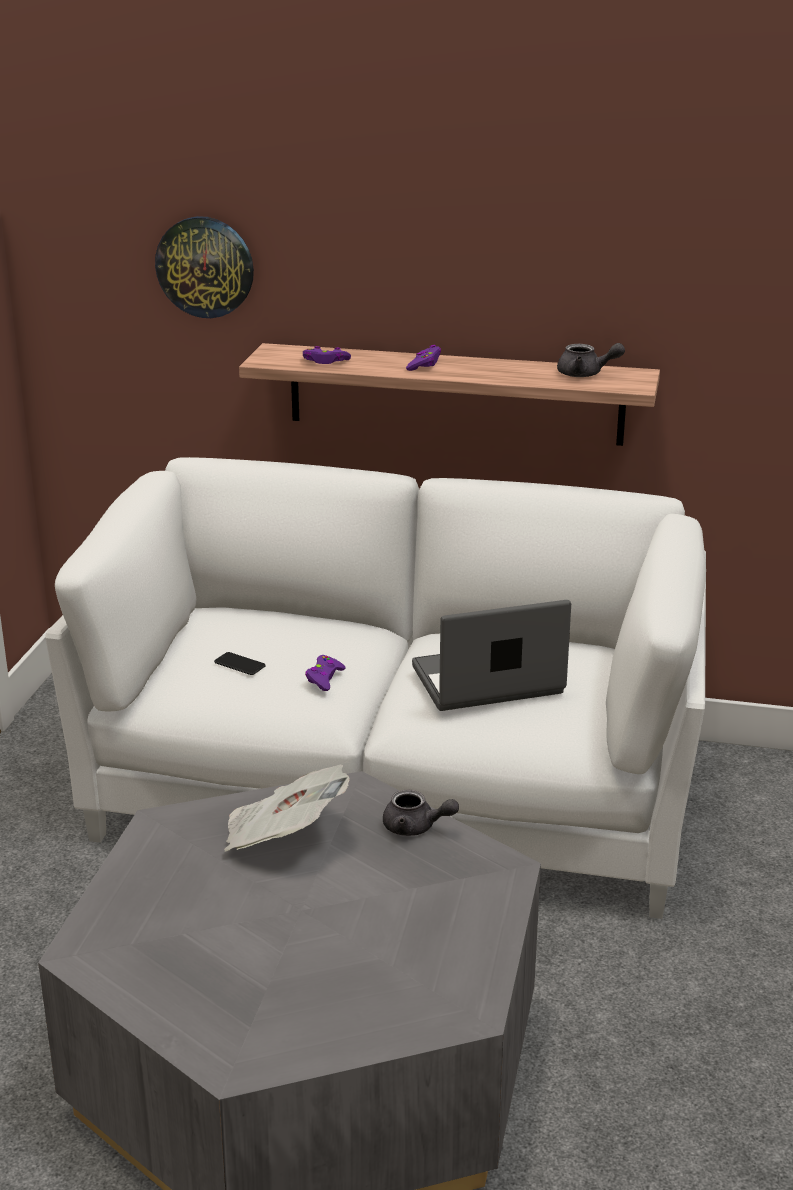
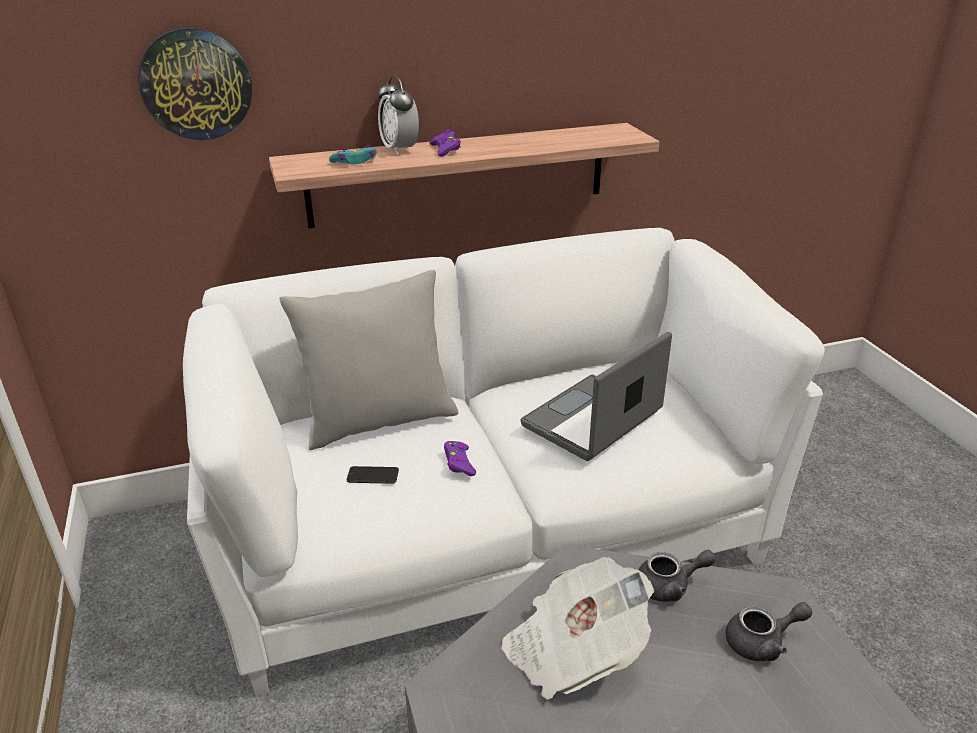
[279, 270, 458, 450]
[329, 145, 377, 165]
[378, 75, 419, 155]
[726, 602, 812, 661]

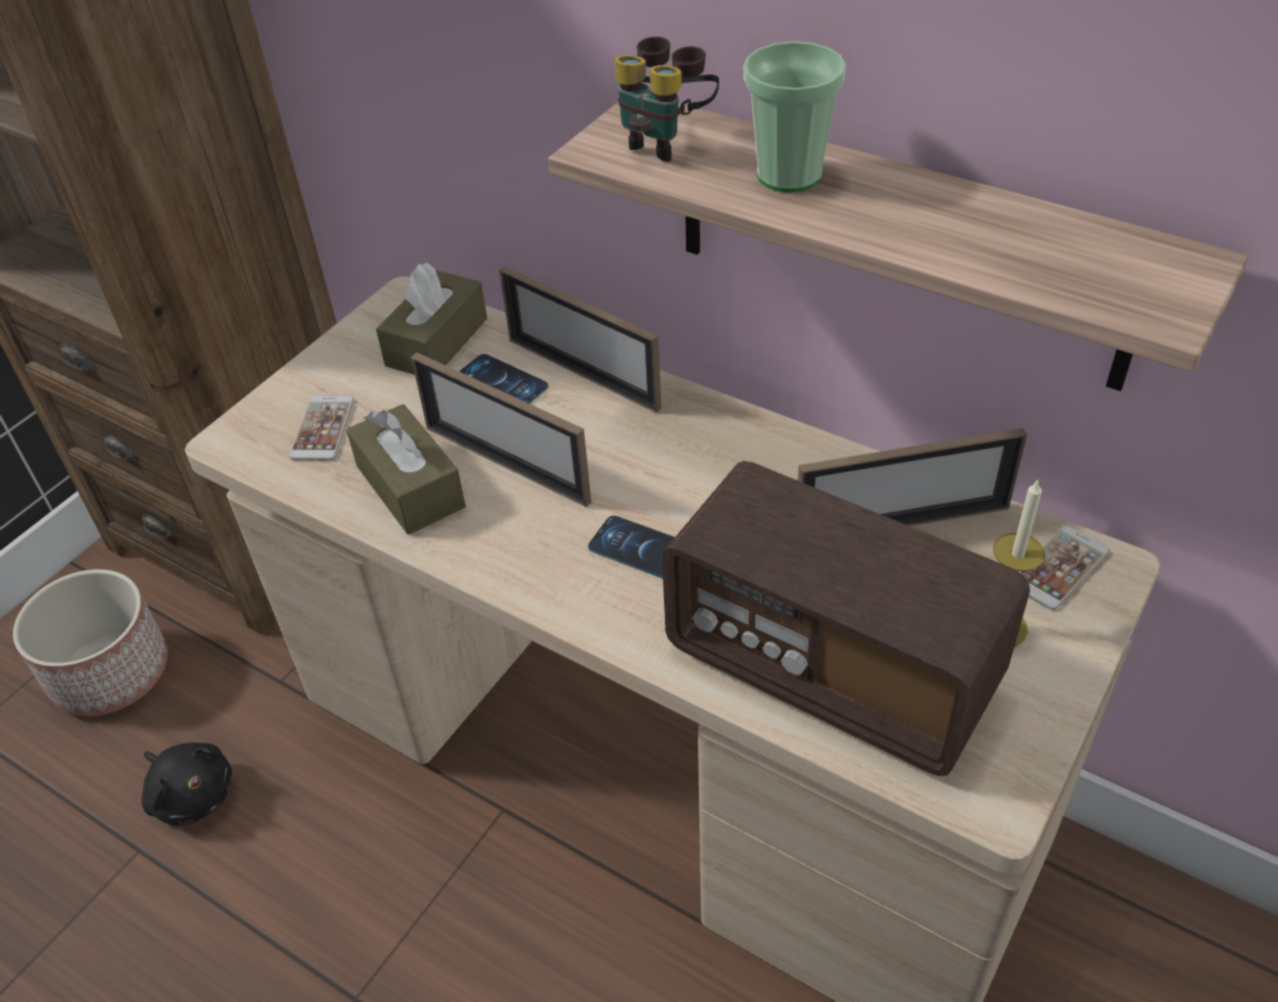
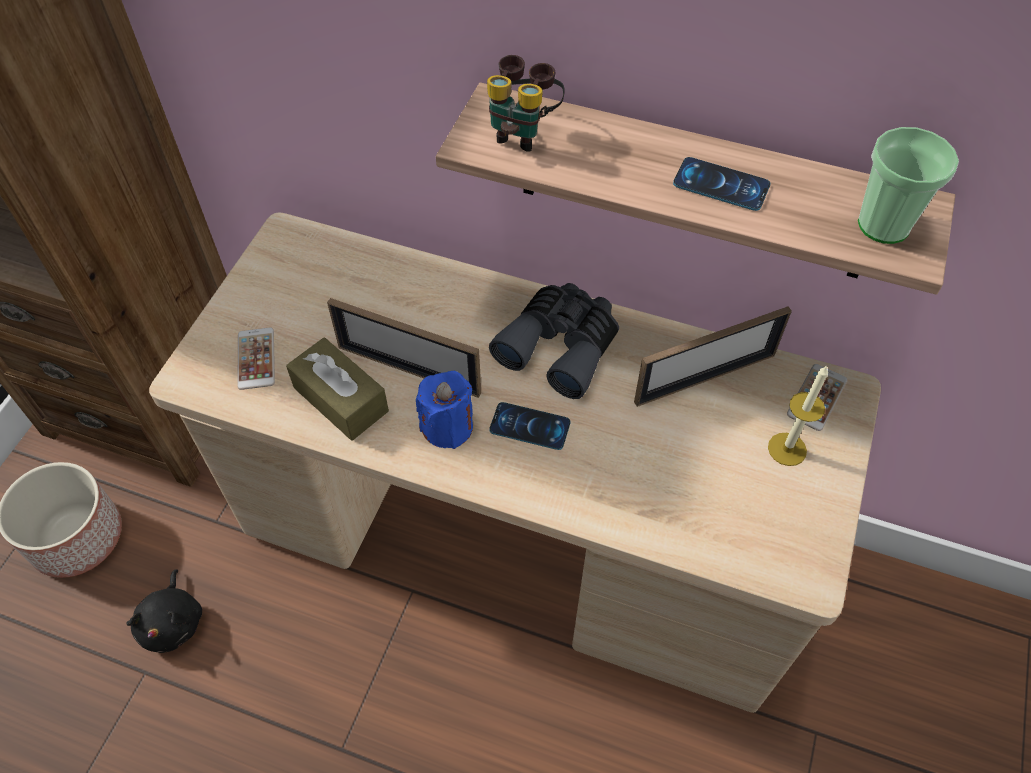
[126, 569, 202, 653]
[416, 371, 473, 449]
[489, 283, 619, 399]
[673, 157, 771, 211]
[858, 127, 959, 244]
[376, 263, 487, 375] (first image)
[499, 266, 661, 413] (first image)
[662, 461, 1030, 776] (first image)

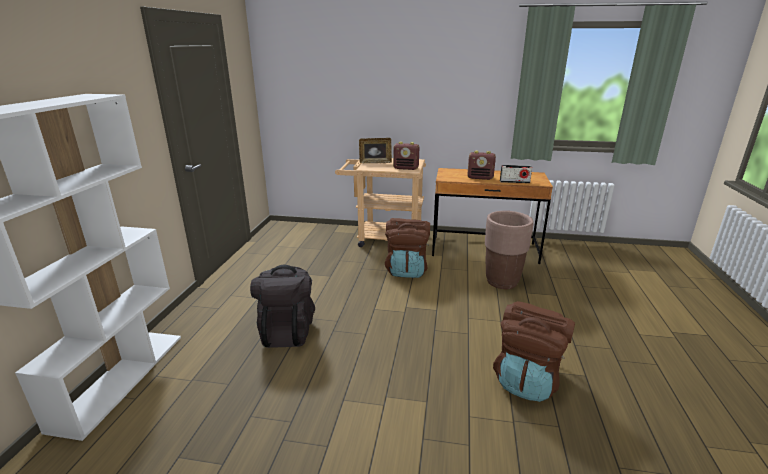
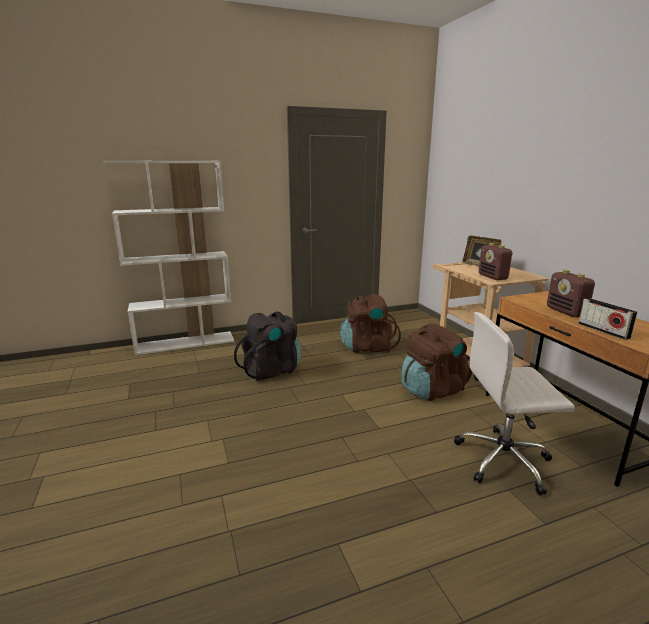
[340, 294, 401, 353]
[454, 312, 575, 496]

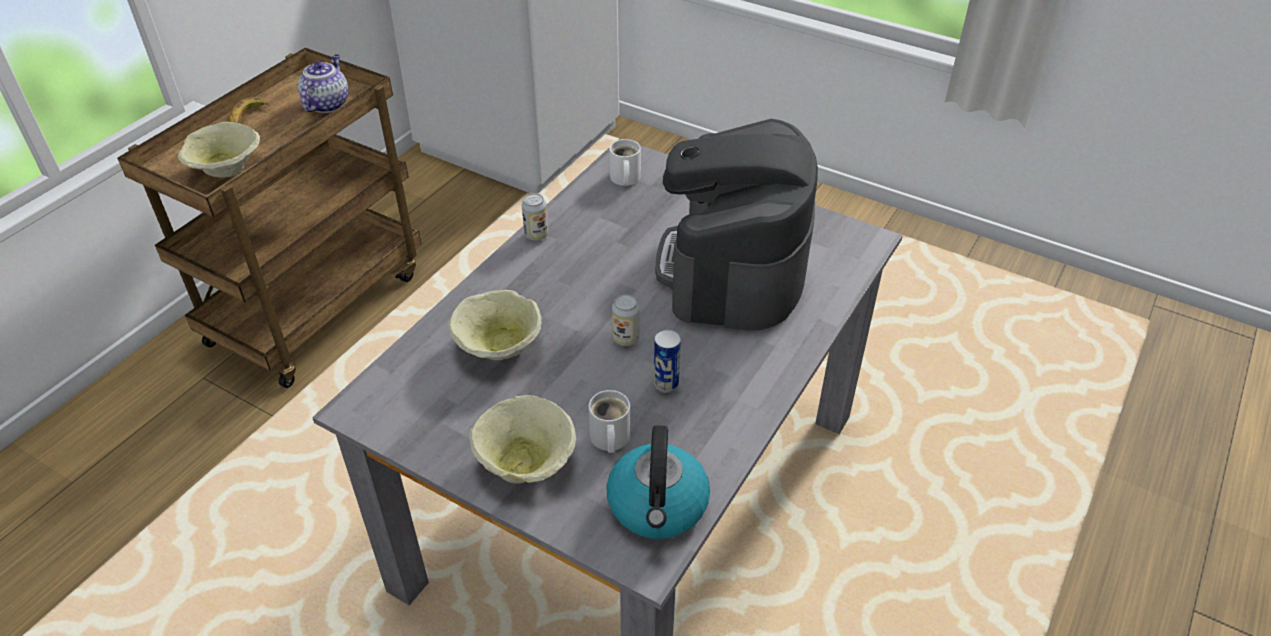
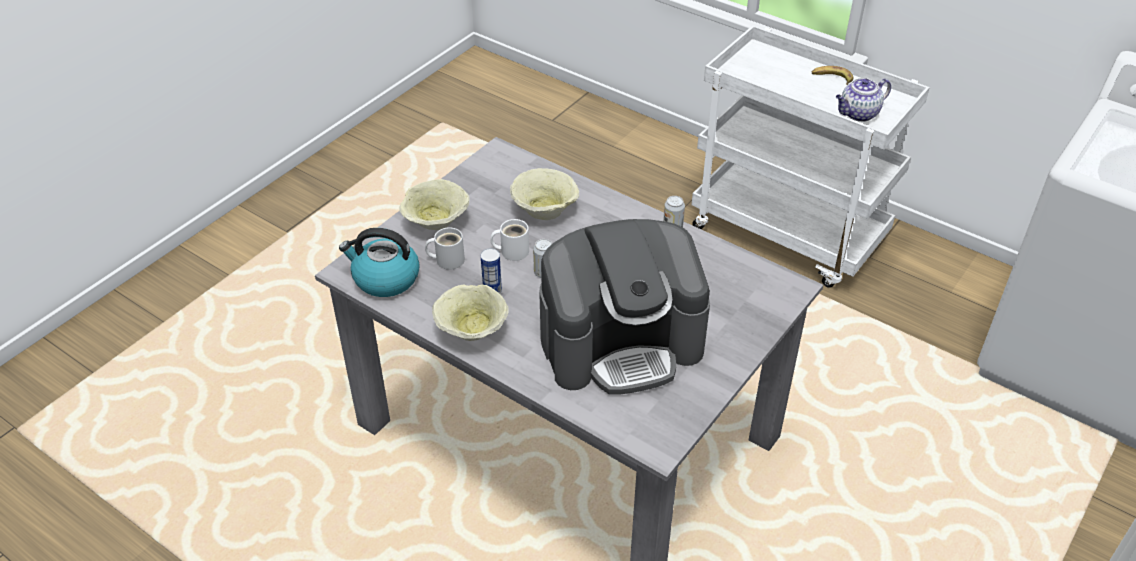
[432, 284, 509, 341]
[491, 219, 529, 261]
[539, 219, 710, 394]
[691, 25, 930, 288]
[836, 78, 891, 122]

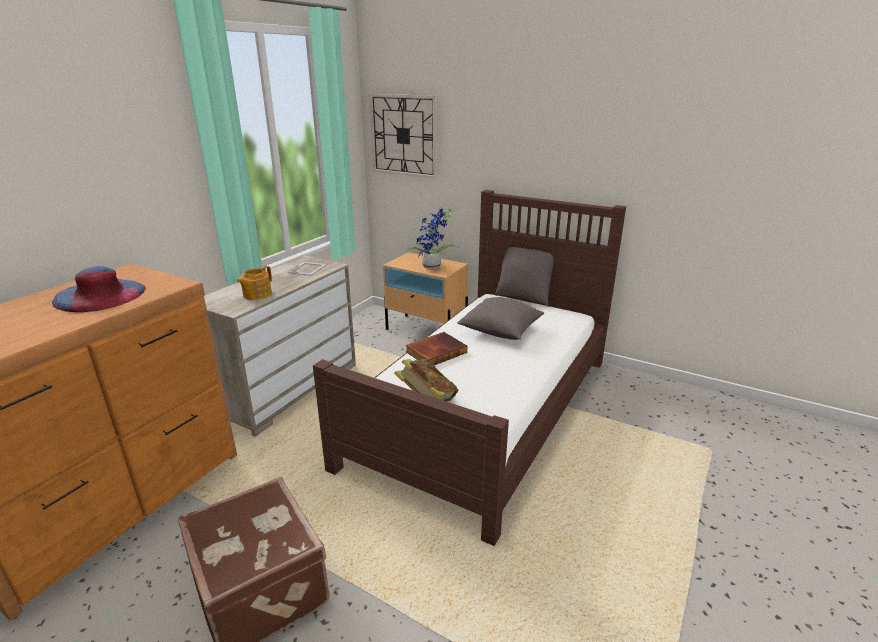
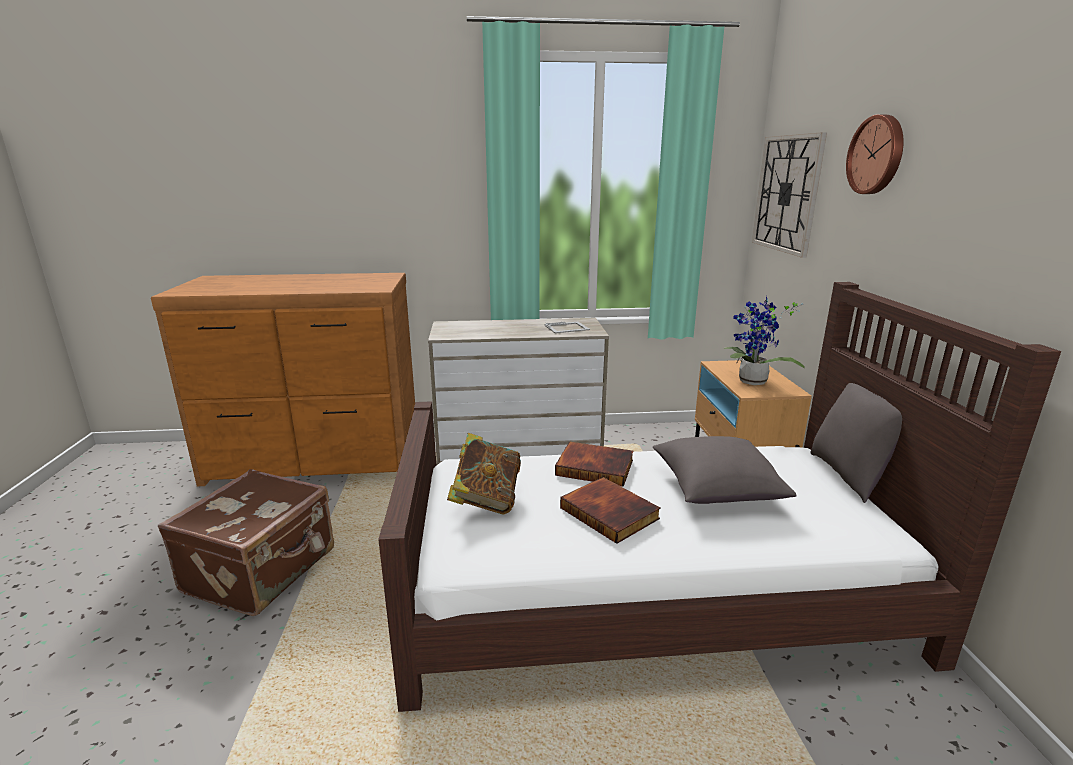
[560, 477, 661, 544]
[846, 115, 904, 194]
[52, 266, 146, 312] (first image)
[237, 266, 272, 300] (first image)

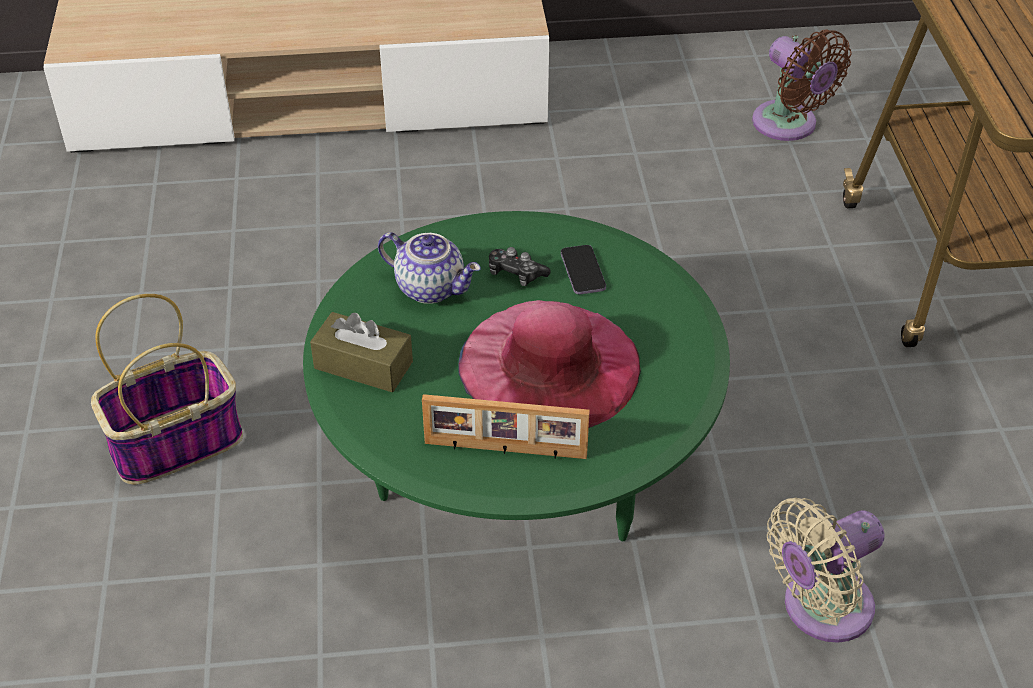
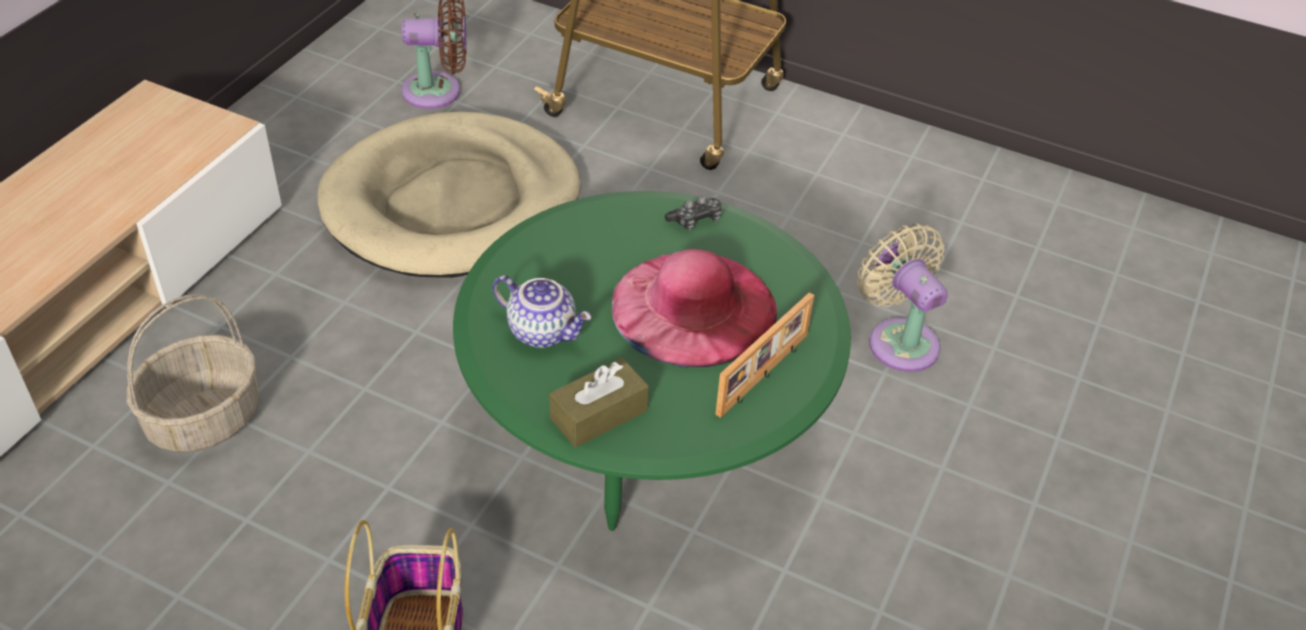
[127, 294, 259, 452]
[318, 112, 580, 278]
[492, 275, 591, 348]
[665, 196, 721, 231]
[857, 223, 947, 372]
[561, 245, 606, 294] (first image)

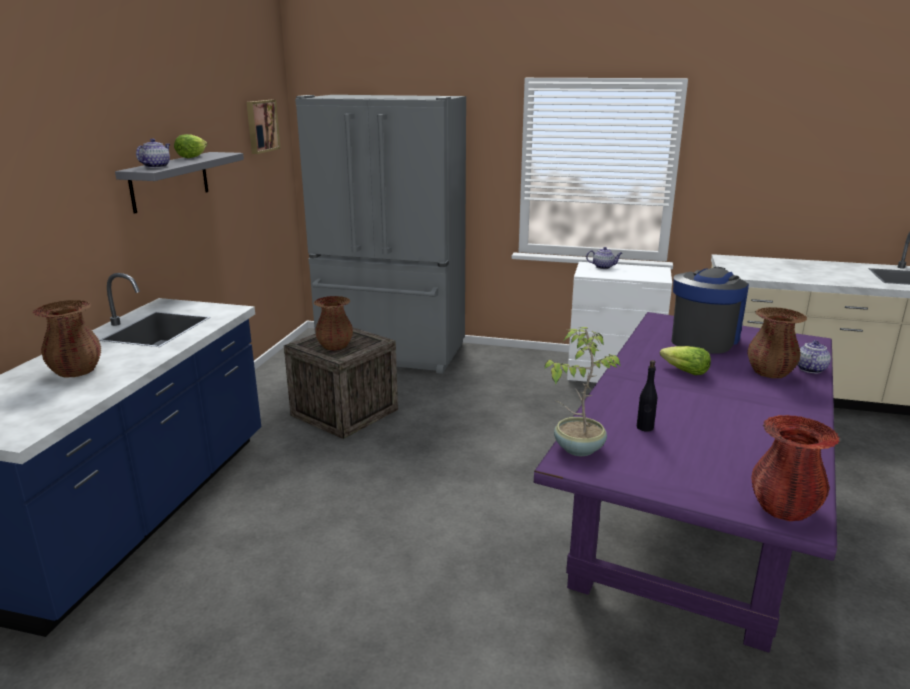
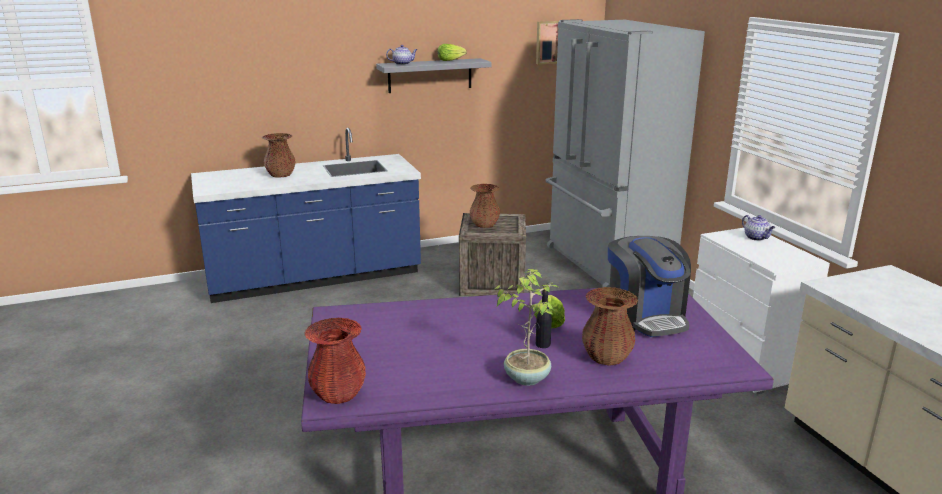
[494, 269, 558, 386]
[536, 286, 552, 348]
[608, 236, 691, 337]
[798, 340, 831, 373] (first image)

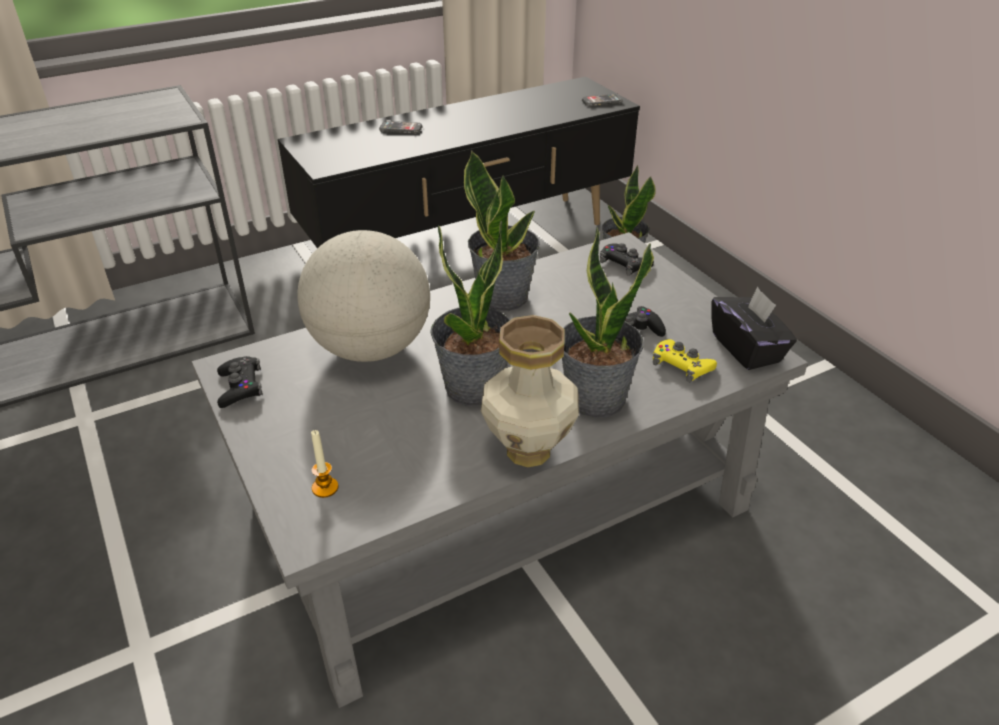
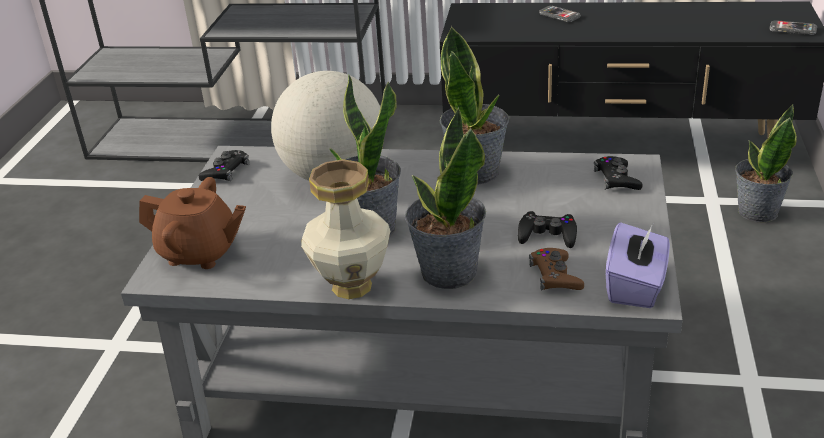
[139, 177, 246, 269]
[529, 248, 584, 291]
[606, 222, 670, 308]

